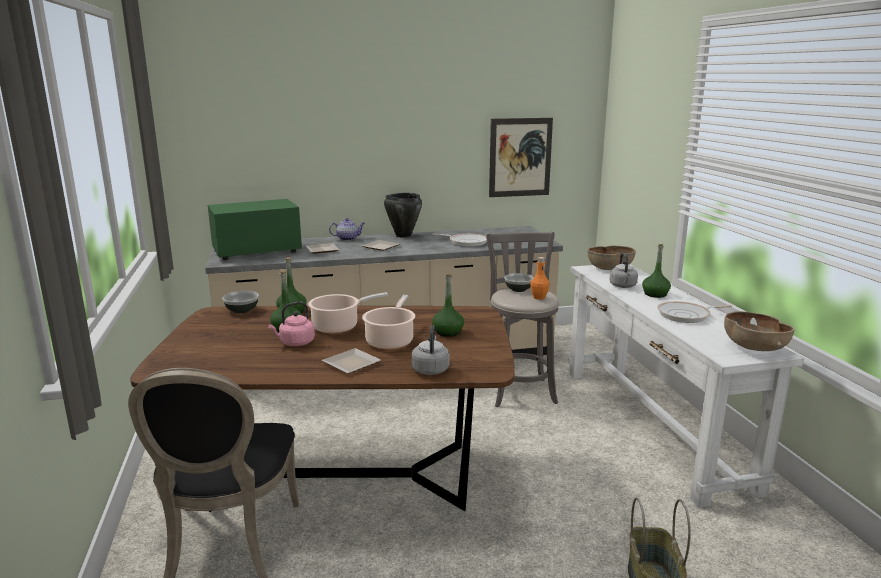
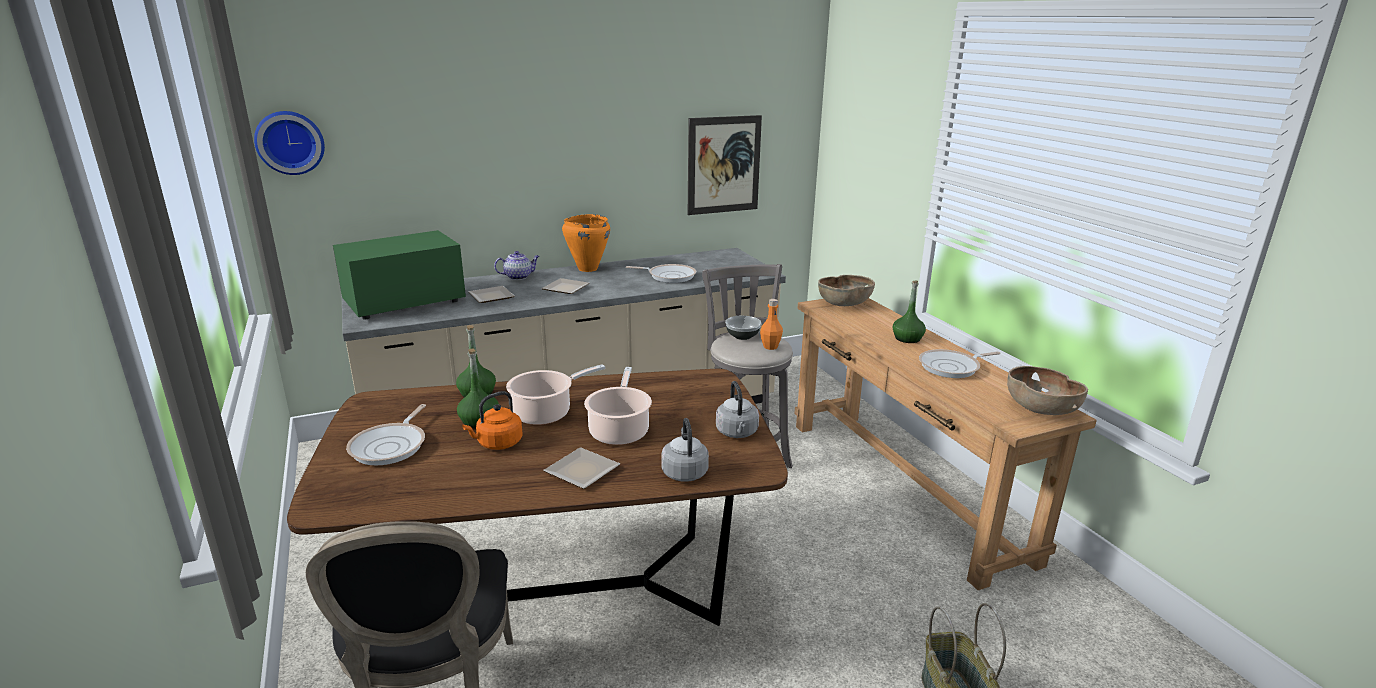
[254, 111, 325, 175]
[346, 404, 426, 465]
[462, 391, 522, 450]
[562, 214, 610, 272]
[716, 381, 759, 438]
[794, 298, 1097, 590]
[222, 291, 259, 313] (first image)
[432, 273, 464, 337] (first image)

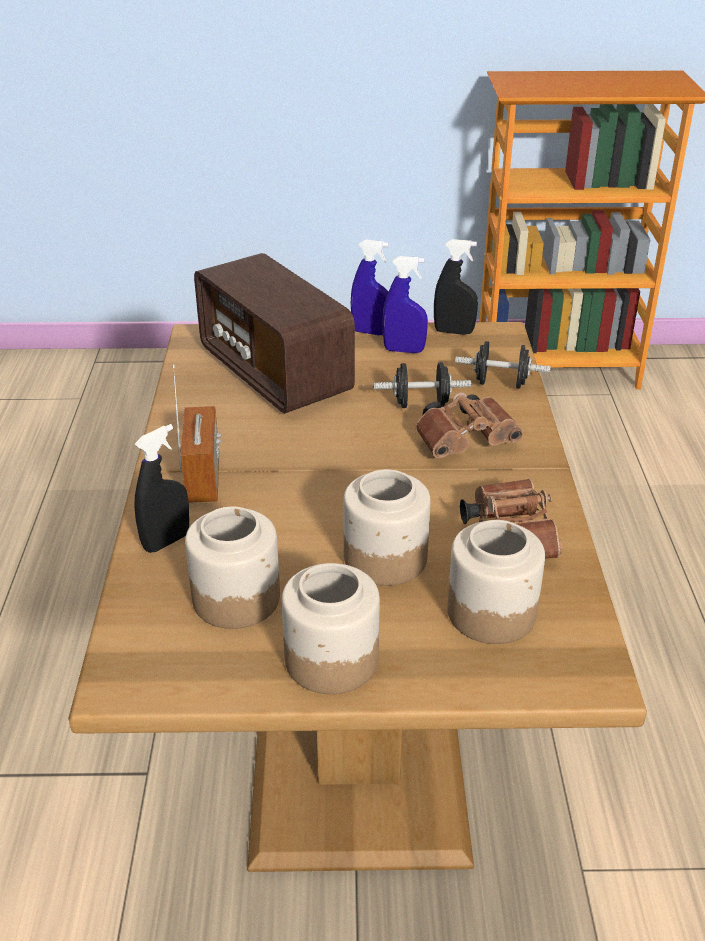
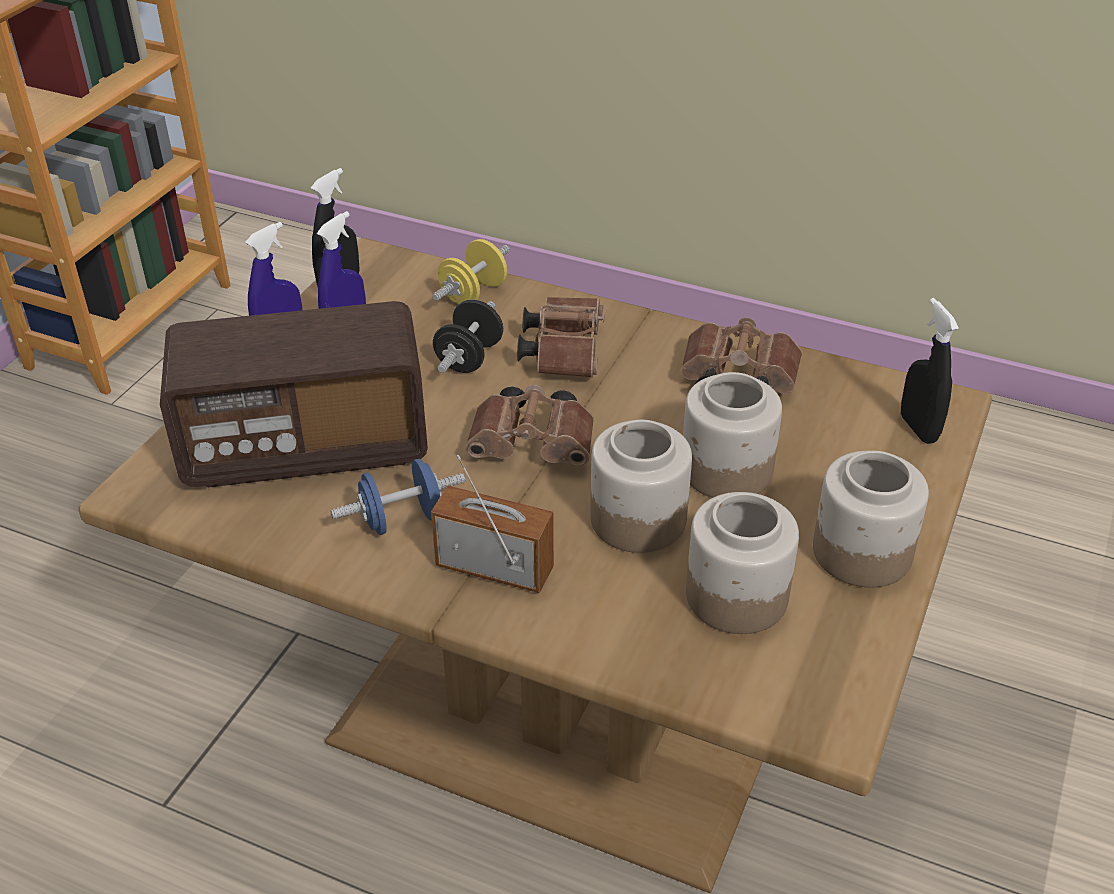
[331, 459, 465, 535]
[432, 239, 510, 304]
[465, 385, 594, 466]
[590, 420, 692, 553]
[901, 298, 959, 444]

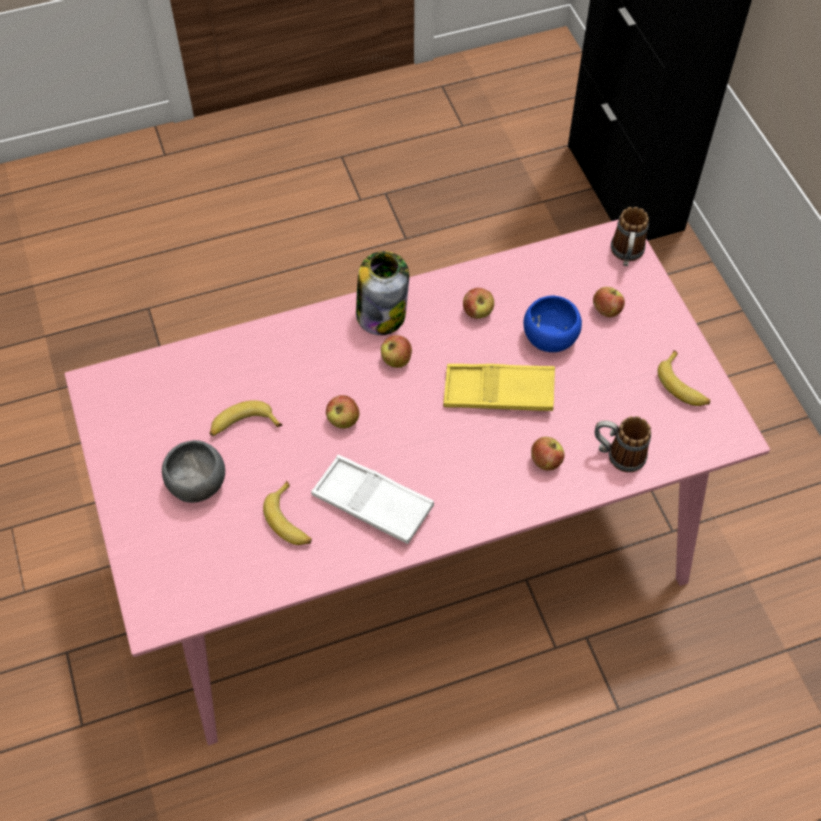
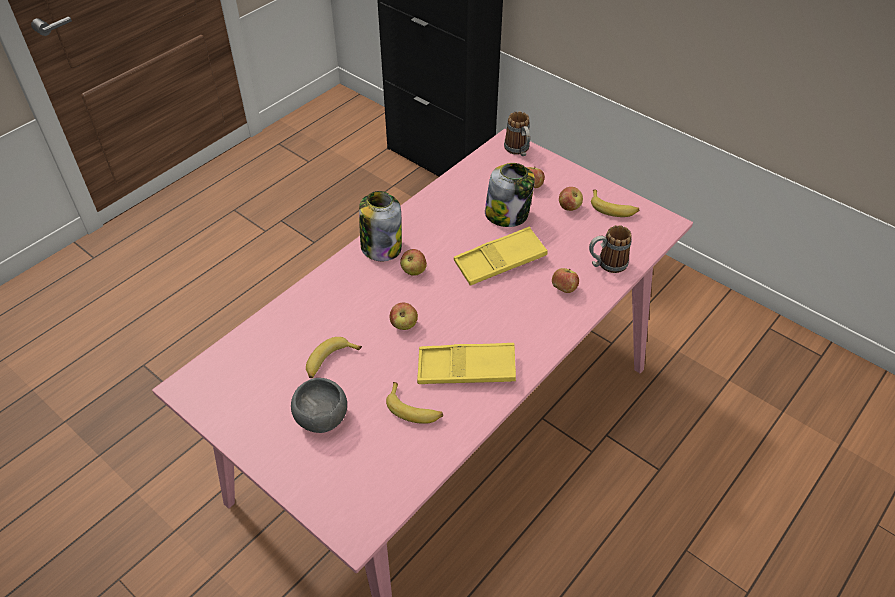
[417, 343, 516, 384]
[485, 163, 535, 227]
[559, 187, 583, 211]

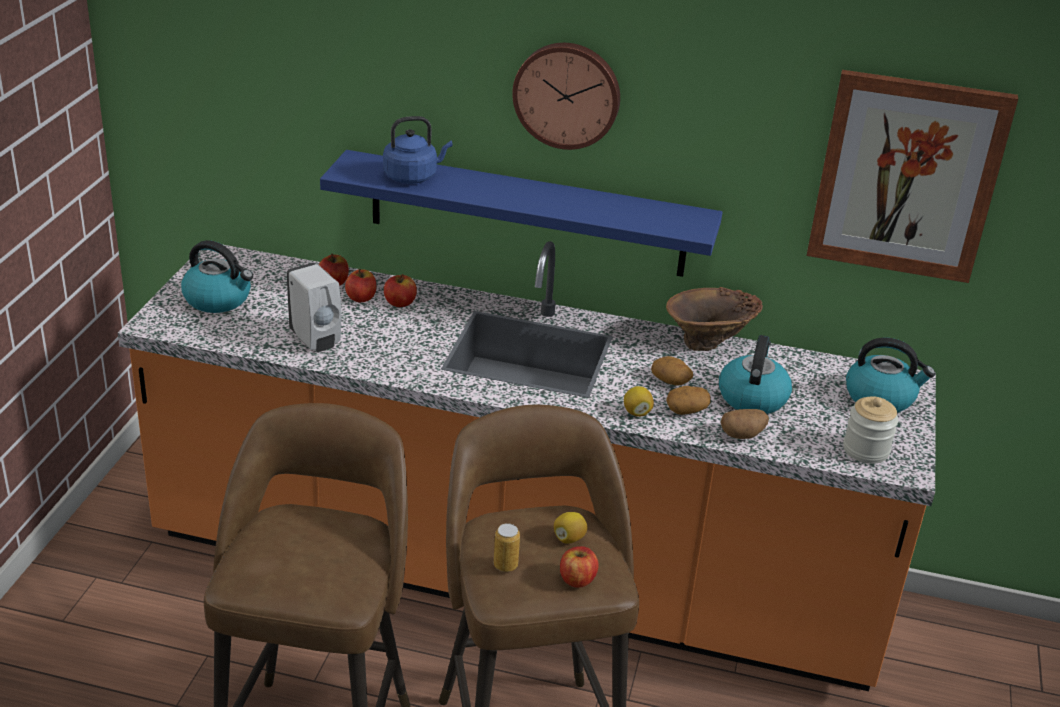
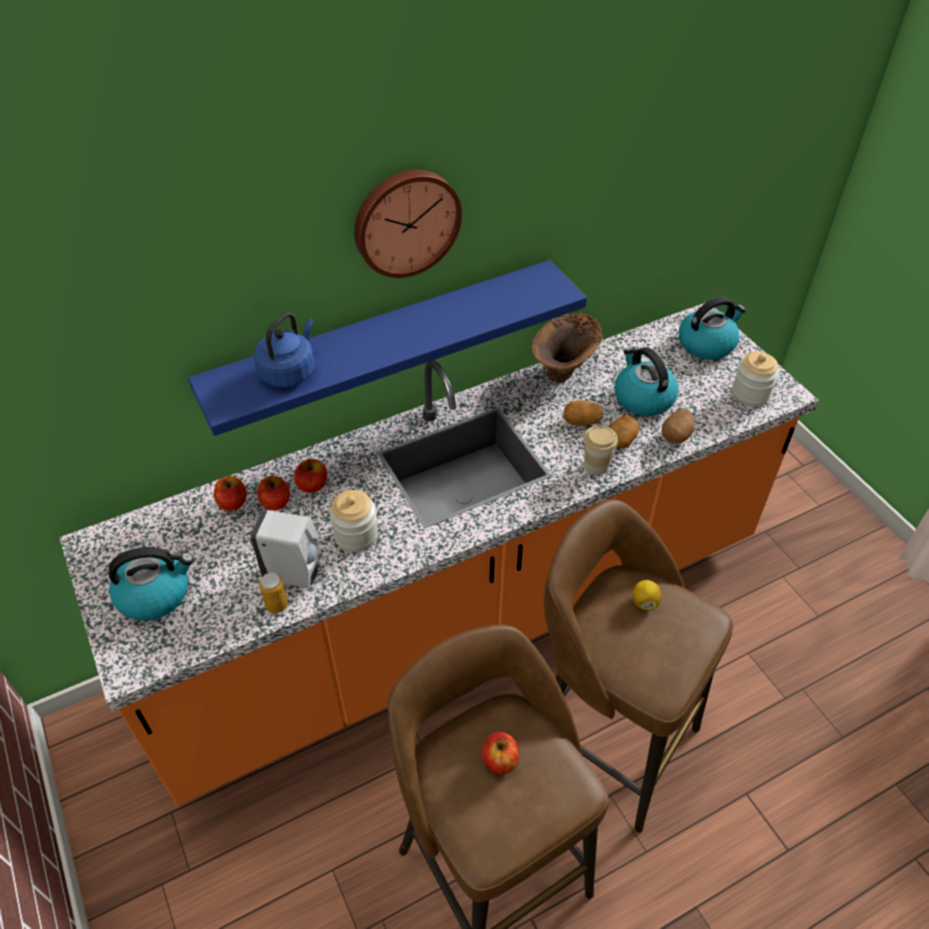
[259, 572, 288, 613]
[330, 490, 378, 552]
[482, 732, 519, 774]
[583, 425, 618, 475]
[807, 70, 1018, 283] (first image)

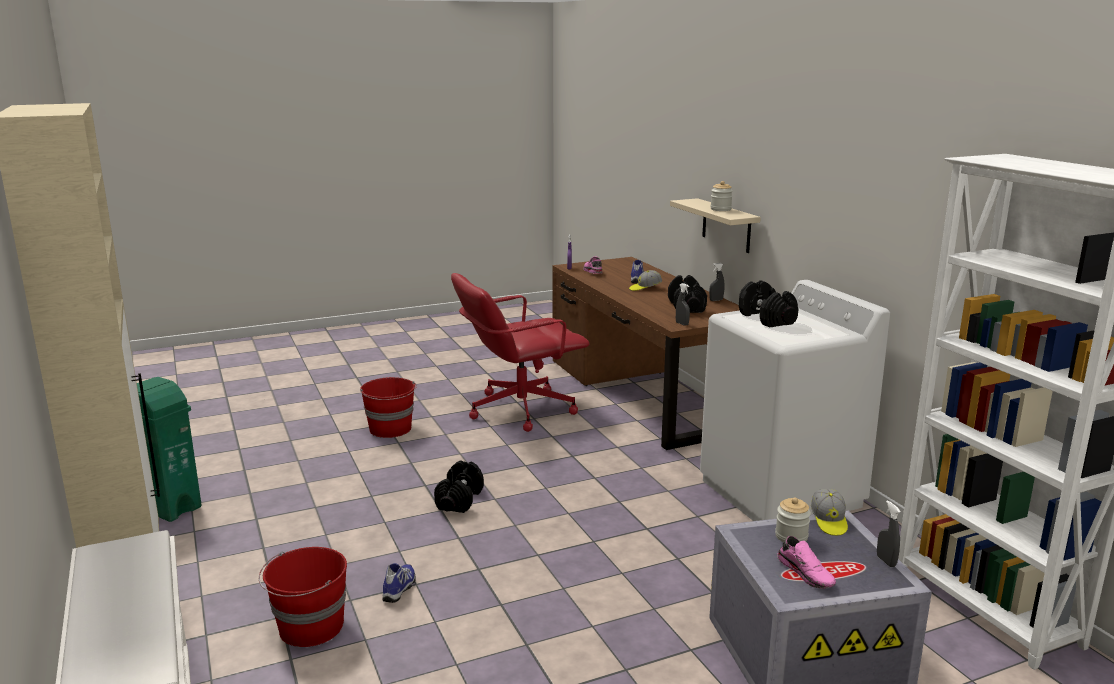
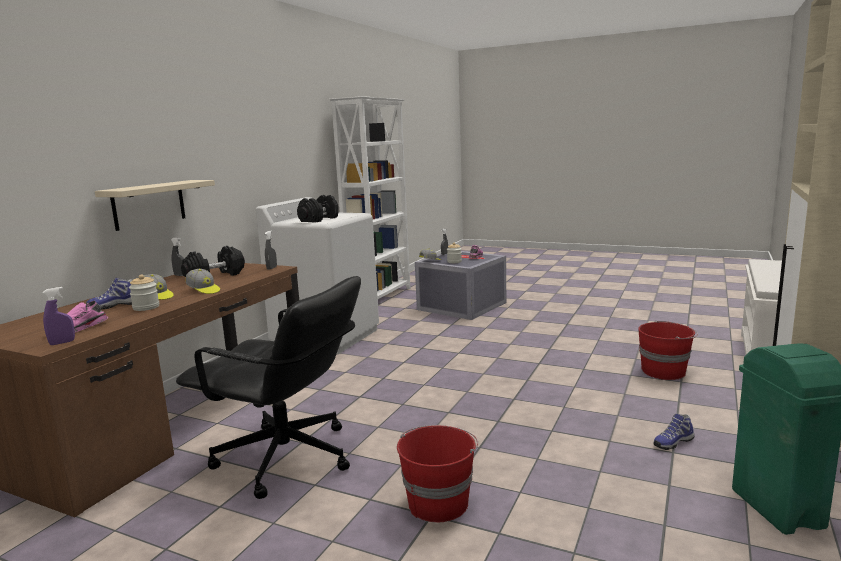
[129, 275, 159, 311]
[176, 276, 361, 499]
[186, 269, 220, 294]
[653, 414, 694, 450]
[434, 460, 484, 513] (first image)

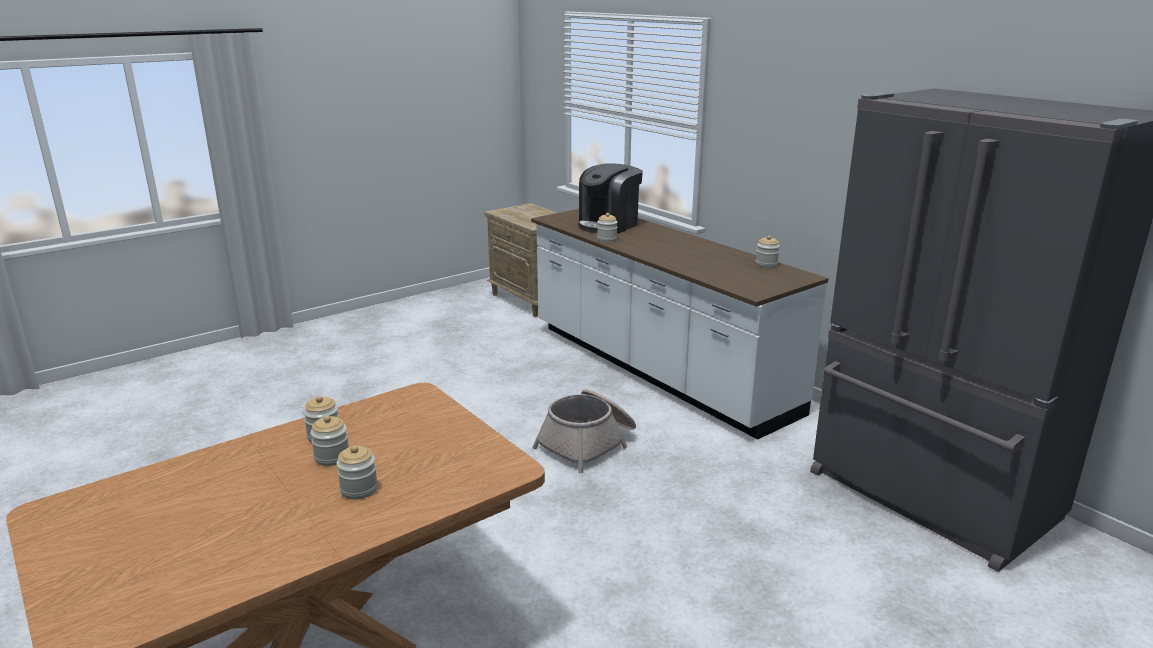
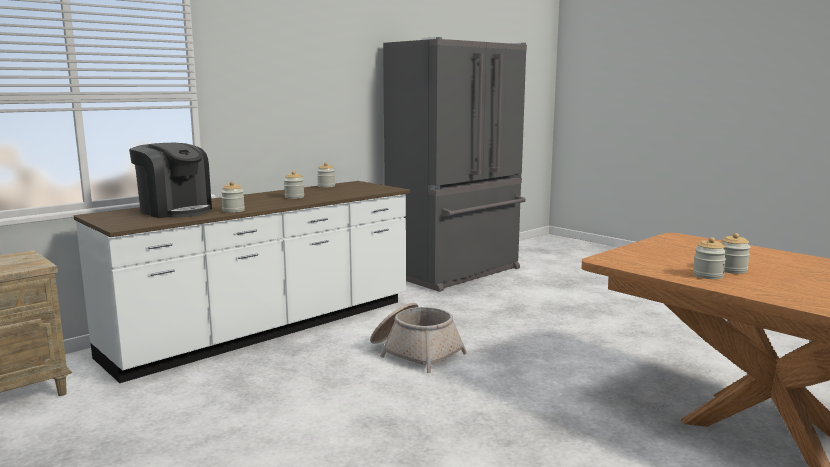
[284, 171, 304, 199]

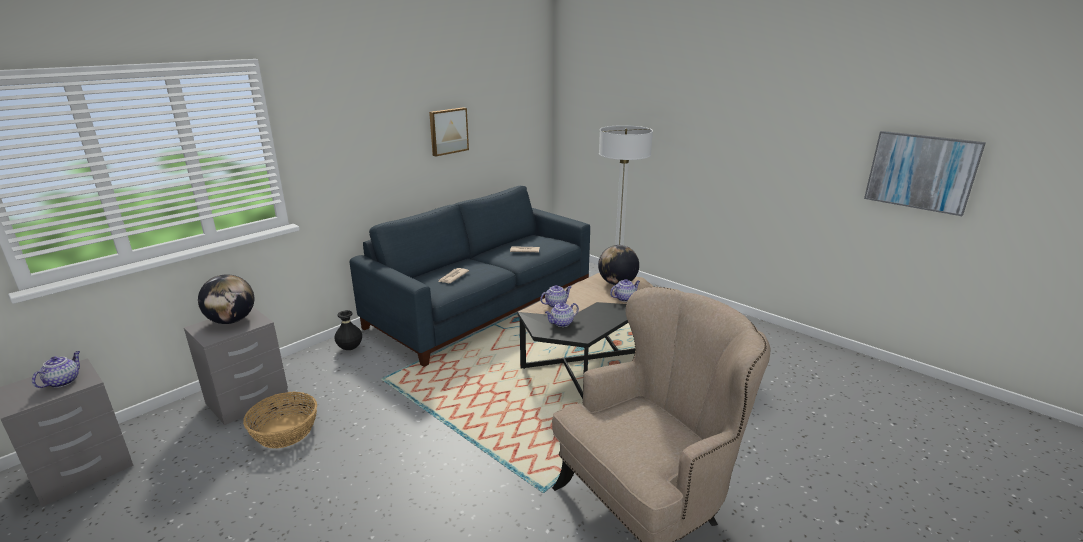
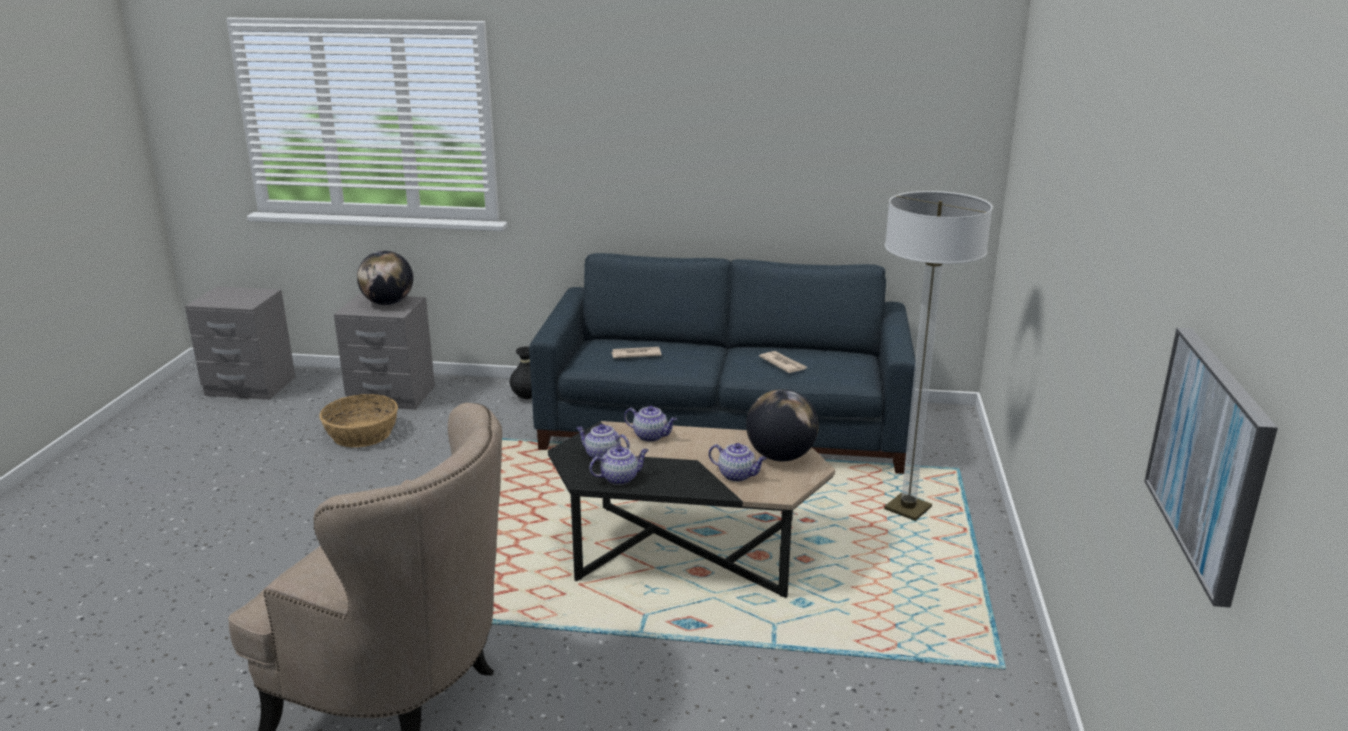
[589, 446, 649, 485]
[429, 107, 469, 156] (first image)

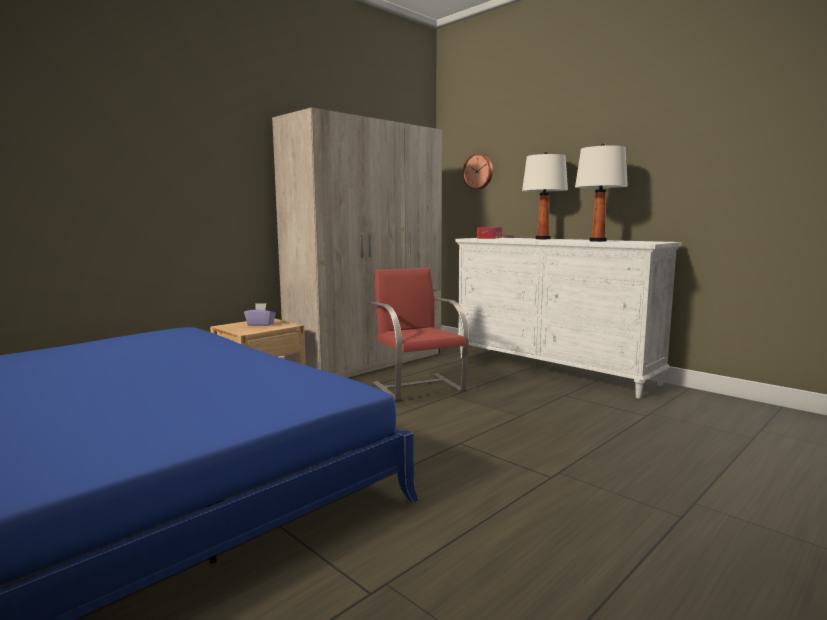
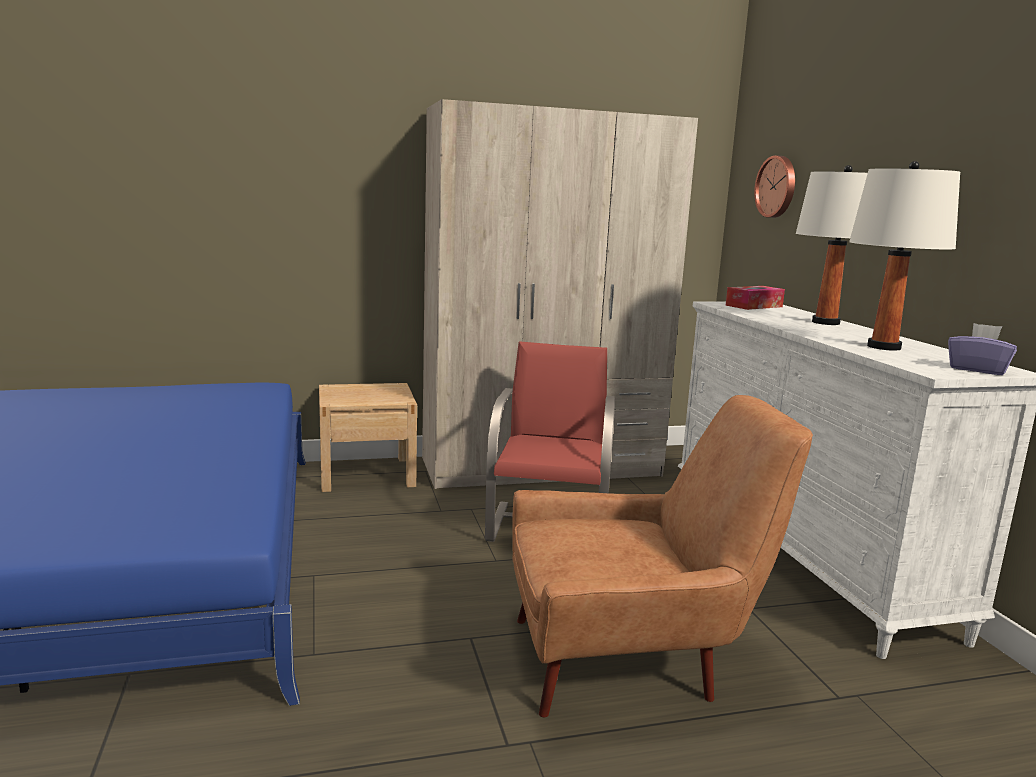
[512, 395, 813, 718]
[948, 323, 1017, 375]

